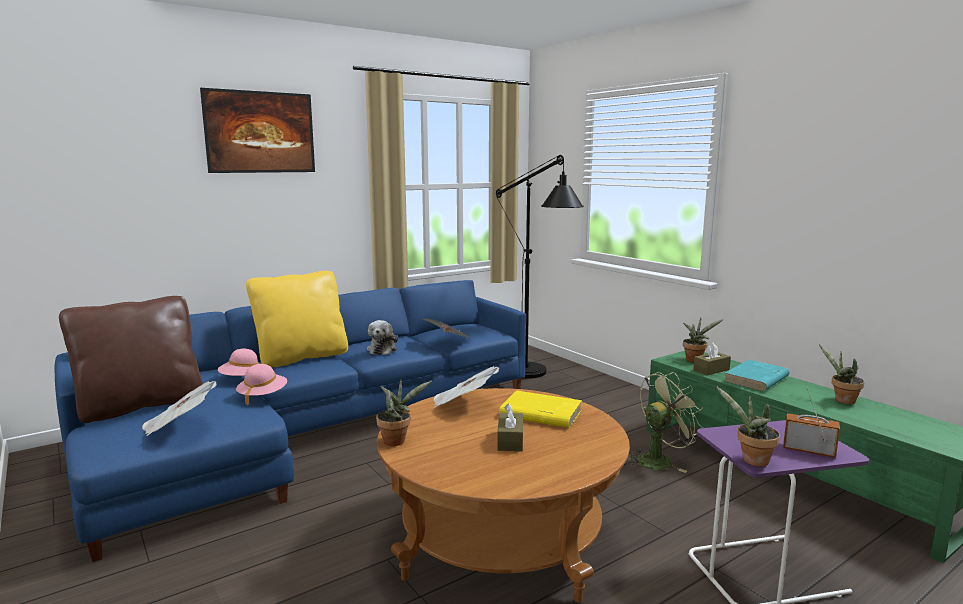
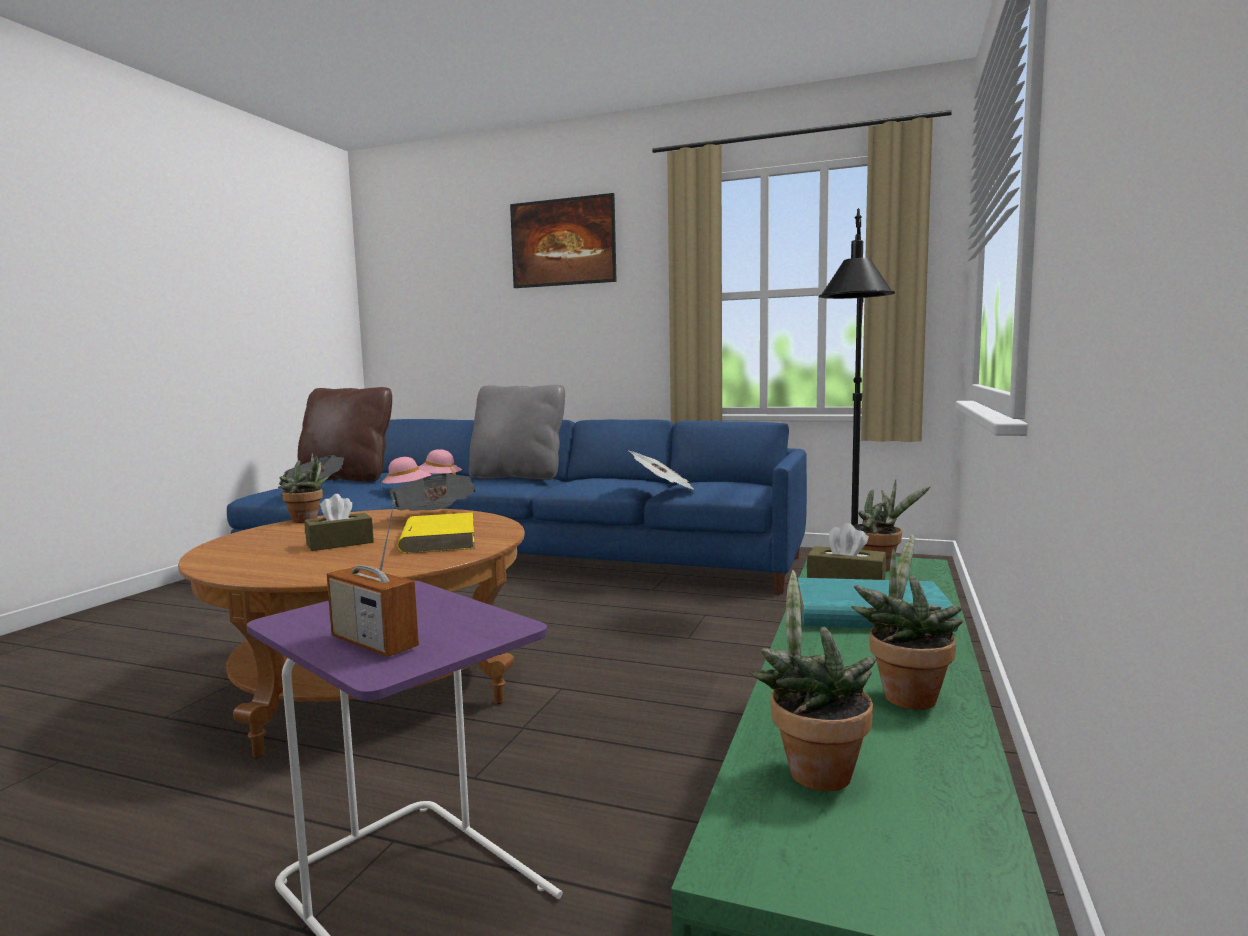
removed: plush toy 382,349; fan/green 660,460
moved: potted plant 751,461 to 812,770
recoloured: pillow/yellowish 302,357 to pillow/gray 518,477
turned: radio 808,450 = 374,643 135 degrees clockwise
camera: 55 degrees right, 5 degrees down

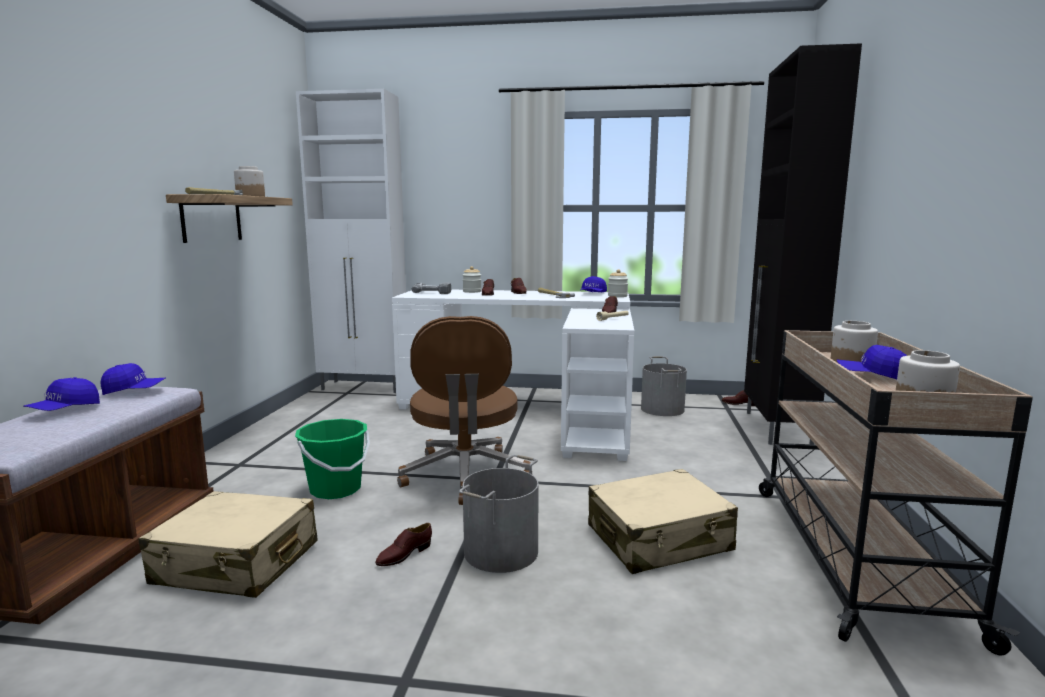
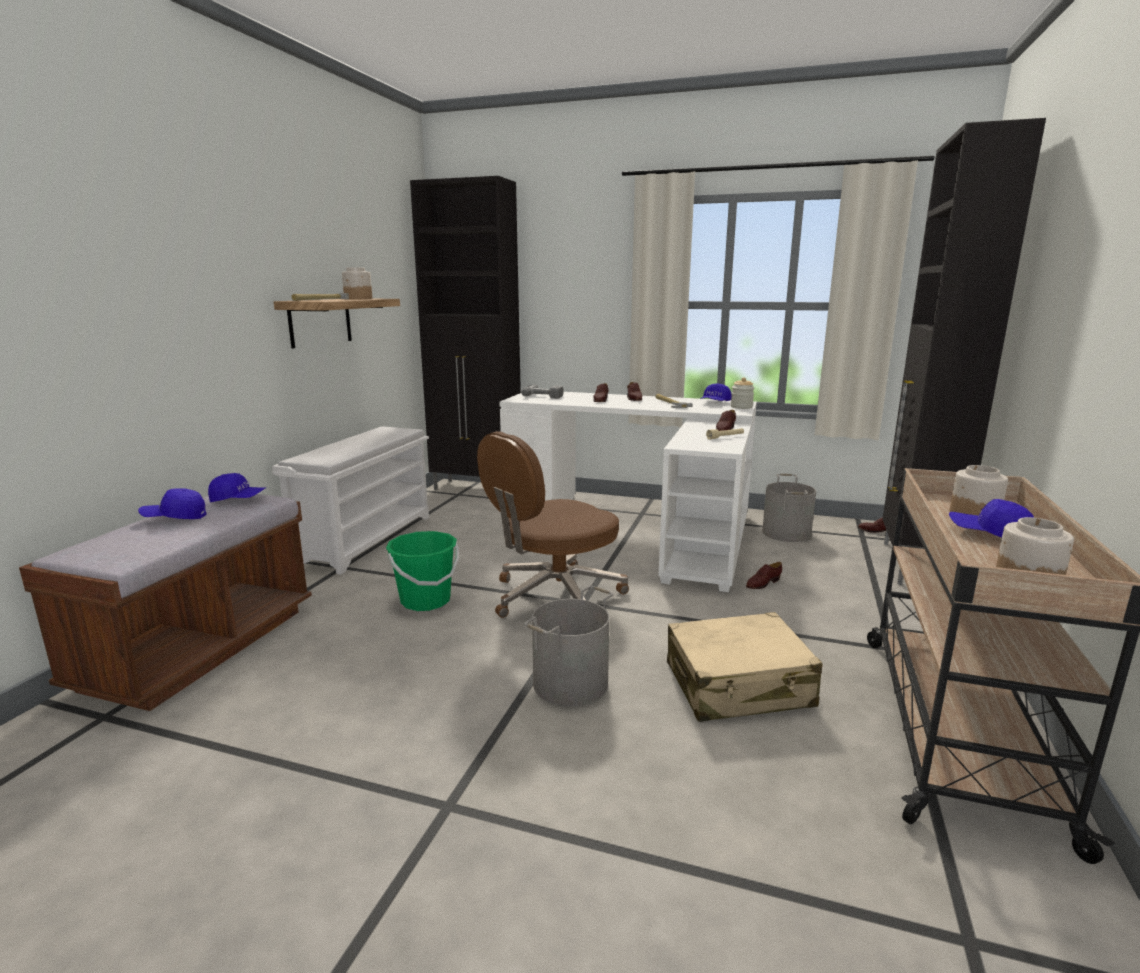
removed: travel case/beige 236,563; jar 472,291
added: shoe shelf/whitish 366,539
moved: item of footwear/brown-coloured 404,555 to 762,583
recoloured: cupboard/whitish 365,387 to cupboard/black 477,489
turned: peaked cap/blue 65,410 = 175,517 45 degrees clockwise; office chair/brown-coloured 465,476 = 554,596 45 degrees clockwise
camera: 10 degrees right, 5 degrees up

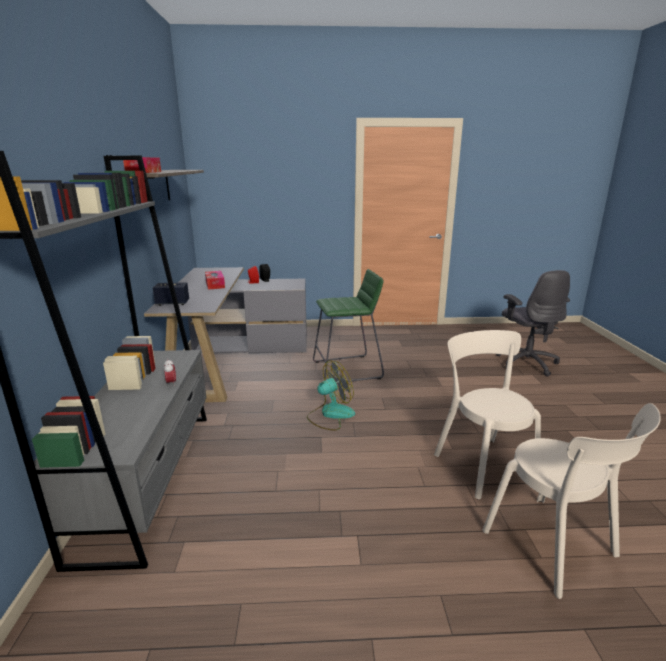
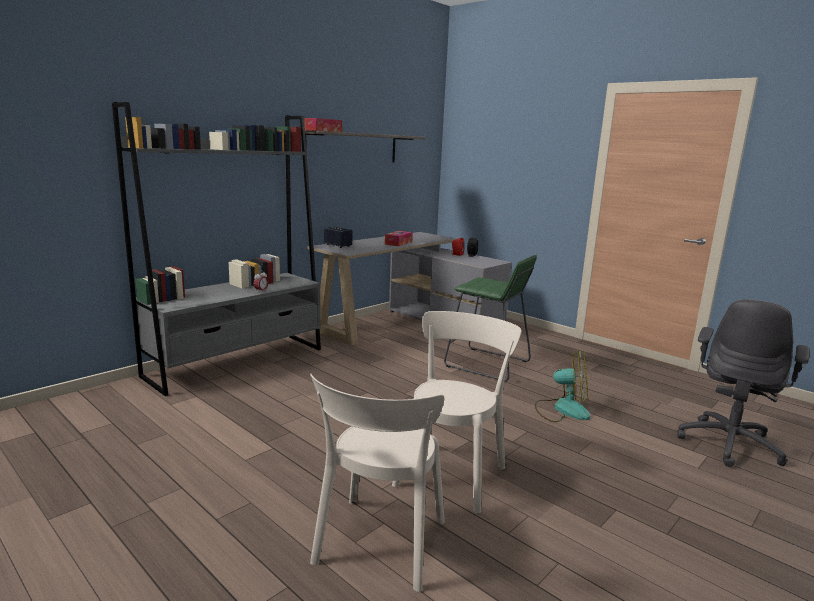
moved: fan 330,414 to 562,409
camera: 45 degrees right, 5 degrees down

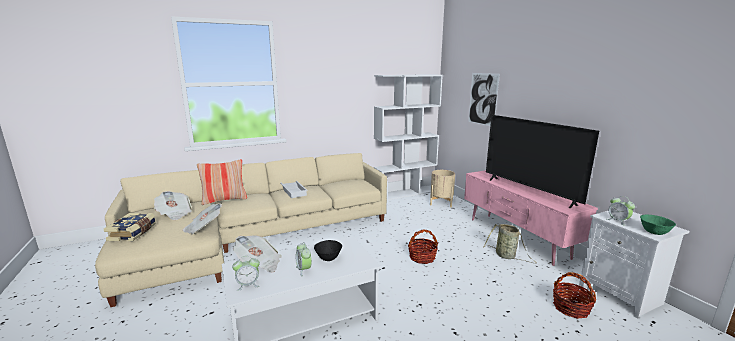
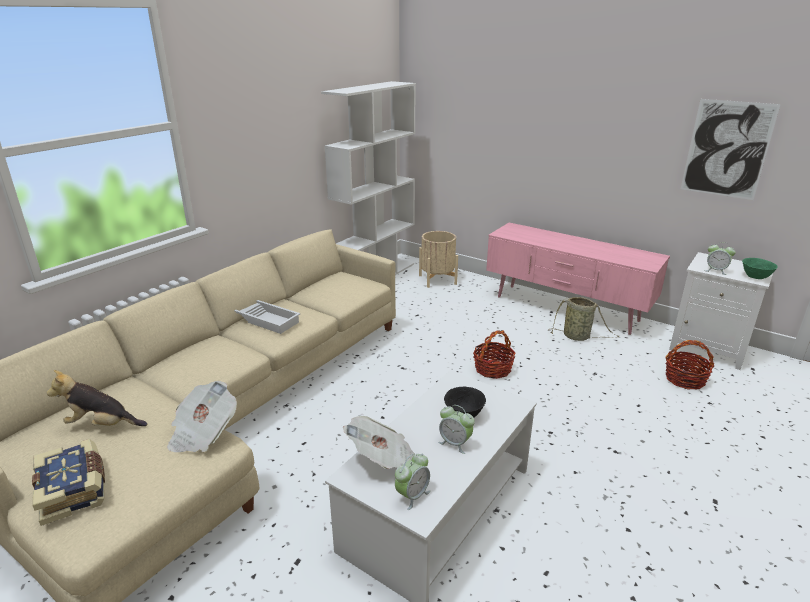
removed: pillow 224,200; TV set 529,191
moved: wall picture 483,99 to 727,149
replaced: printed paper 174,214 to plush toy 102,425
camera: 30 degrees left, 10 degrees up

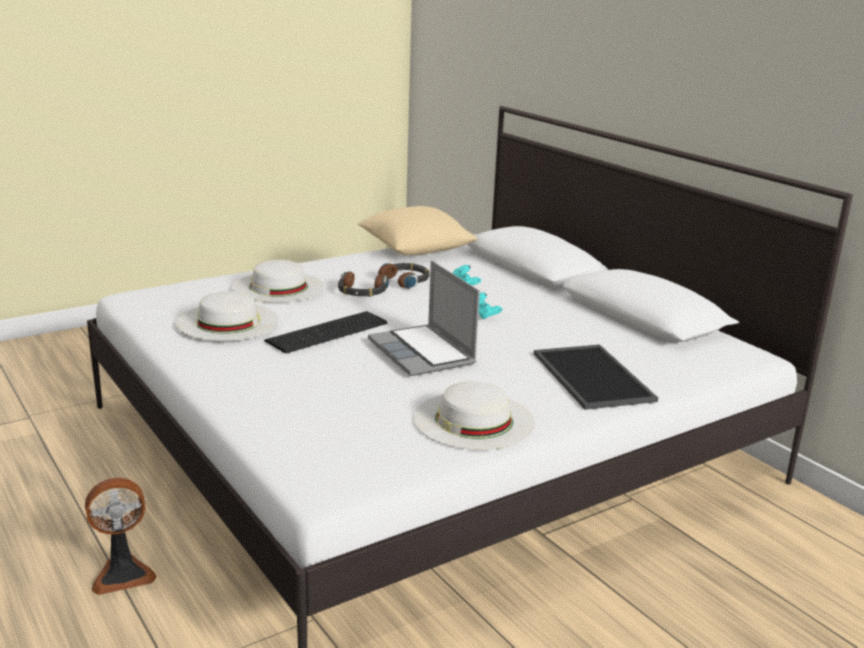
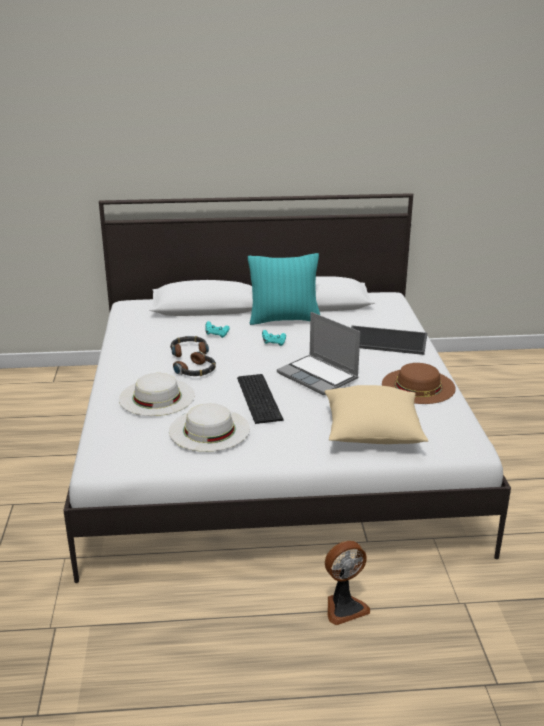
added: pillow/turquoise 284,319
moved: pillow/beige 415,250 to 372,433
recoloured: wearable hat/whitish 473,420 to wearable hat/brown-coloured 418,386
turned: fan 123,574 = 344,607 60 degrees clockwise; laptop 423,353 = 319,376 45 degrees clockwise
camera: 60 degrees left, 5 degrees up

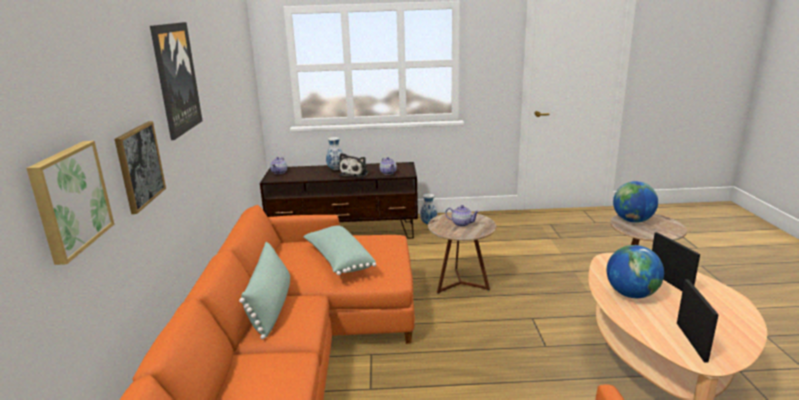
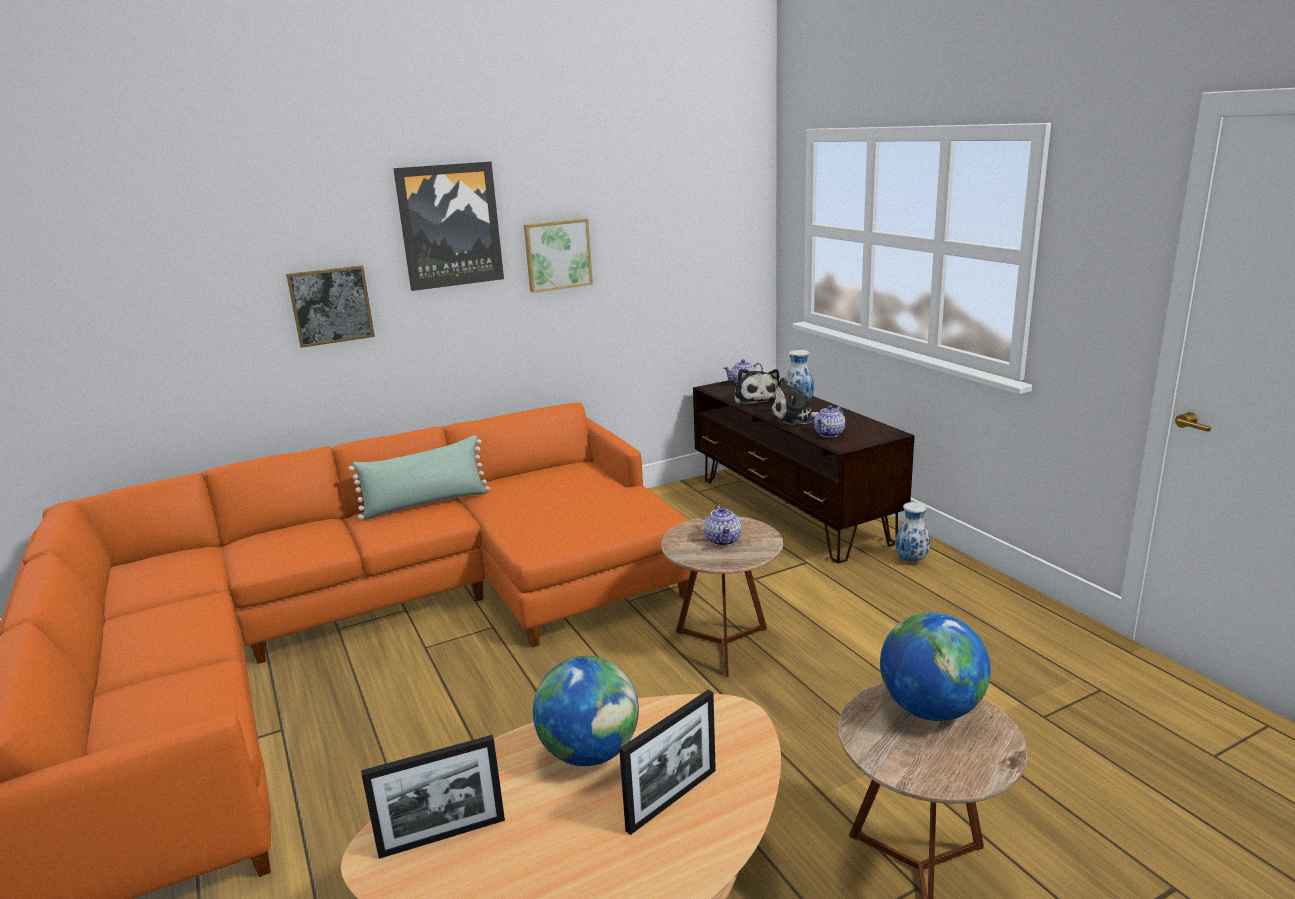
removed: pillow/green 338,260
added: plush toy 755,398
moved: wall picture 69,199 to 557,254
camera: 65 degrees right, 0 degrees up

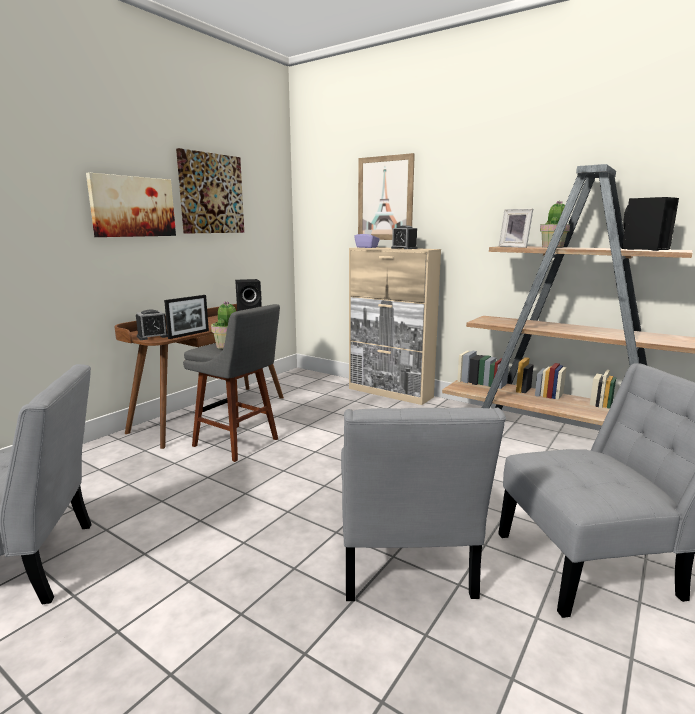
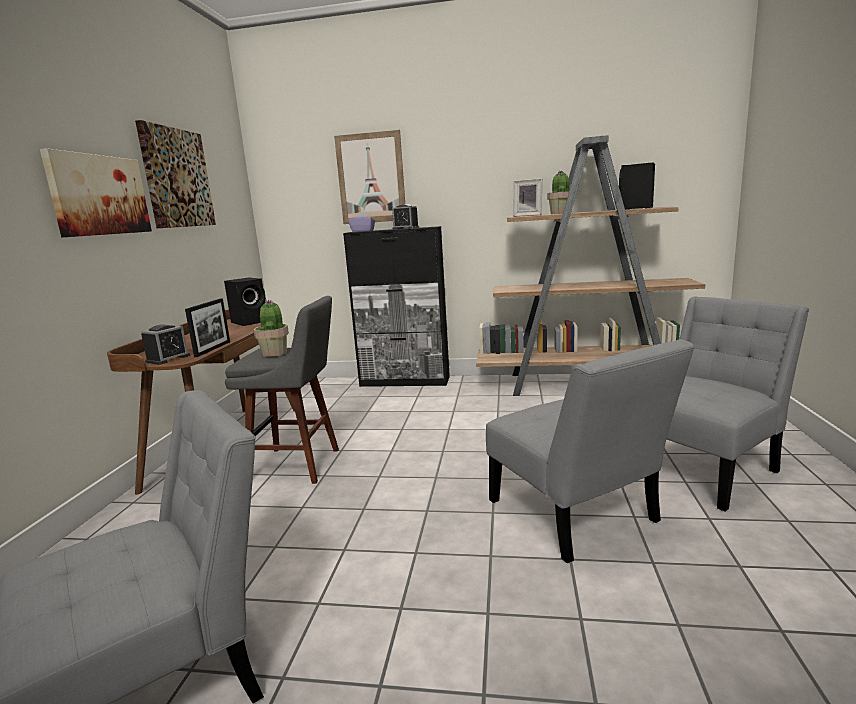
recoloured: cupboard/beige 390,393 to cupboard/black 405,381
camera: 25 degrees left, 0 degrees up

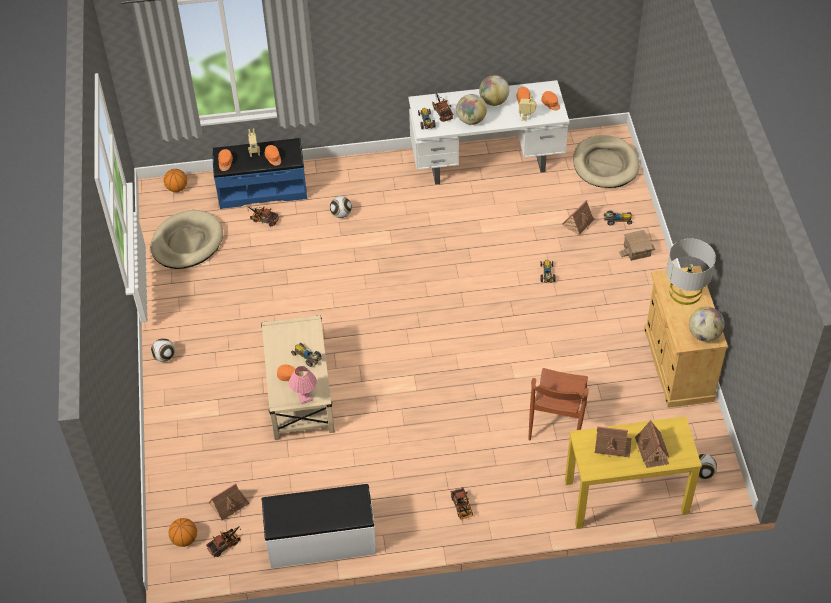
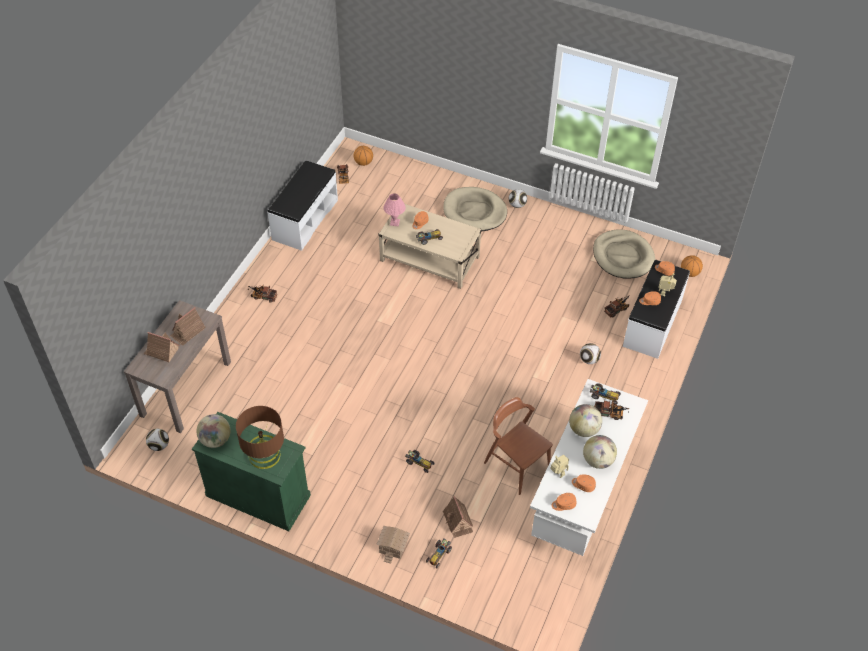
removed: miniature house 229,505
moved: upright chair/brown-coloured 557,422 to 516,465; pet bed/beige 605,164 to 474,212
recoloured: indoor bench/blue 262,189 to indoor bench/whitish 653,323; narrow table/yellowish 626,497 to narrow table/brown-coloured 186,388; cupboard/beige 677,364 to cupboard/green 258,495; lamp for a table/gray 685,292 to lamp for a table/brown-coloured 264,455
camera: 120 degrees right, 0 degrees up

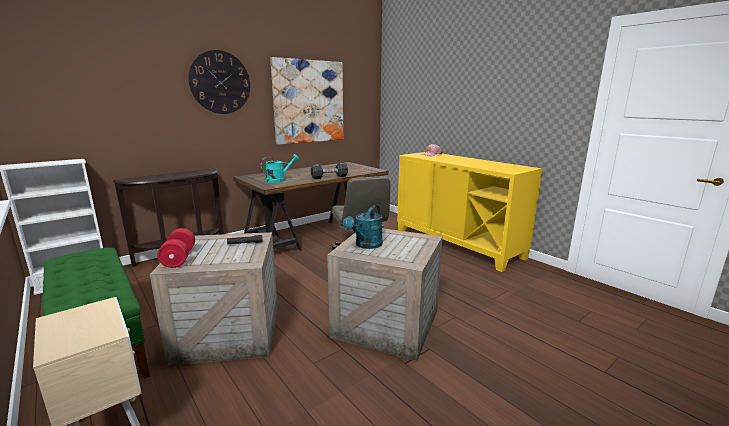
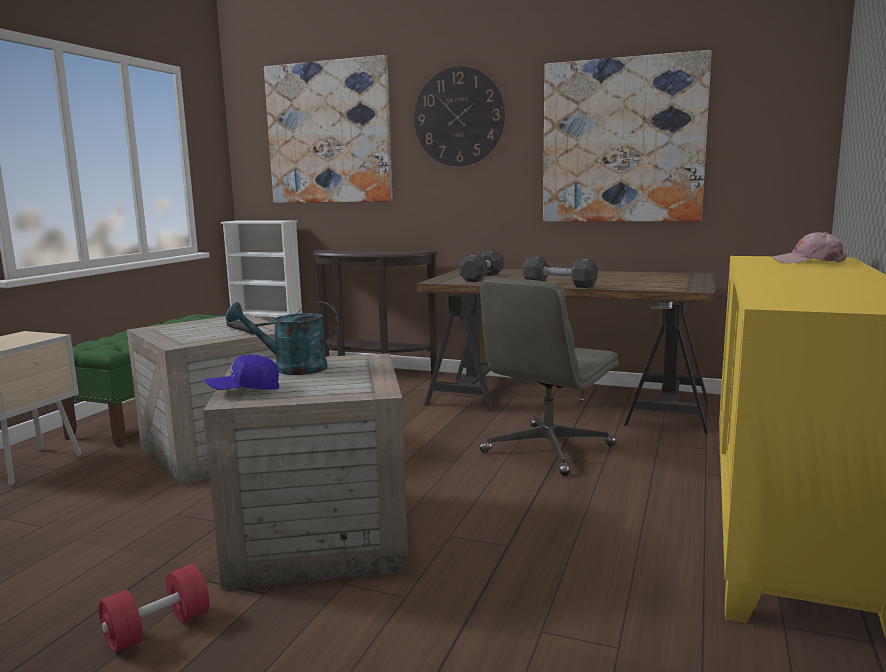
added: peaked cap/blue 244,390; wall picture 329,133
moved: dumbbell/red-coloured 179,258 to 157,629
replaced: watering pot/turquoise 279,180 to dumbbell/black 482,278
camera: 60 degrees right, 5 degrees down

